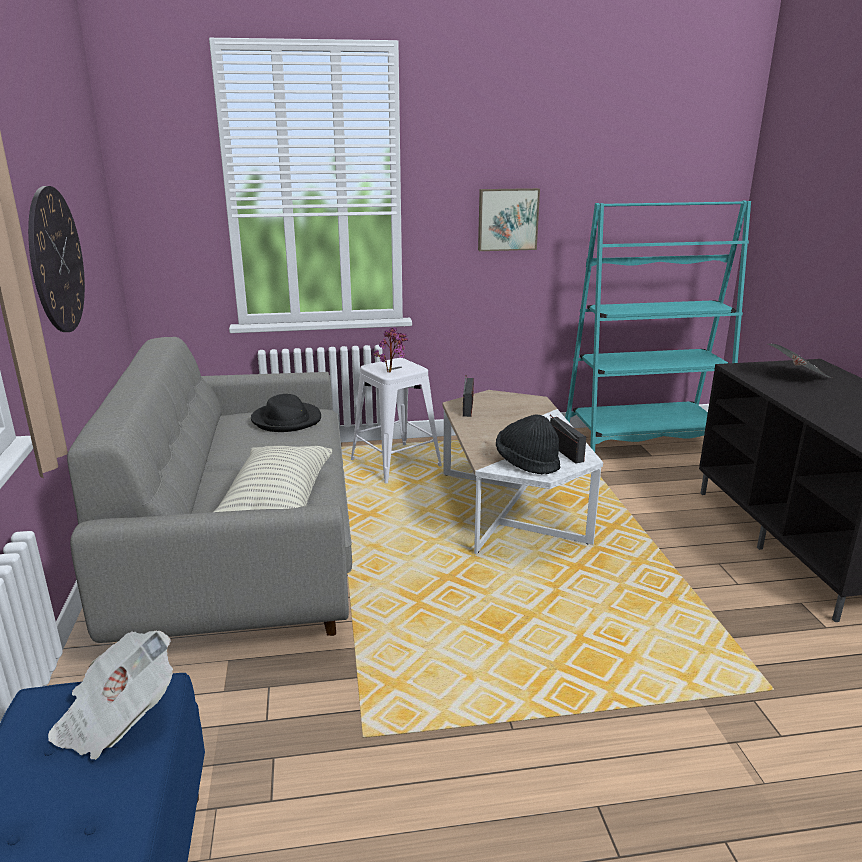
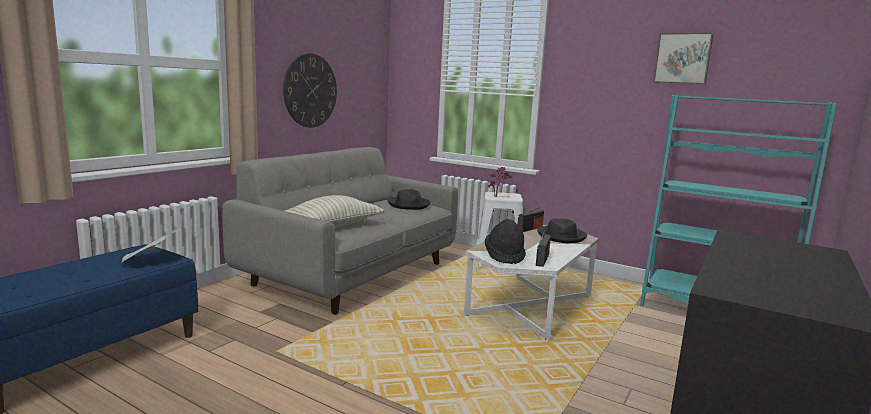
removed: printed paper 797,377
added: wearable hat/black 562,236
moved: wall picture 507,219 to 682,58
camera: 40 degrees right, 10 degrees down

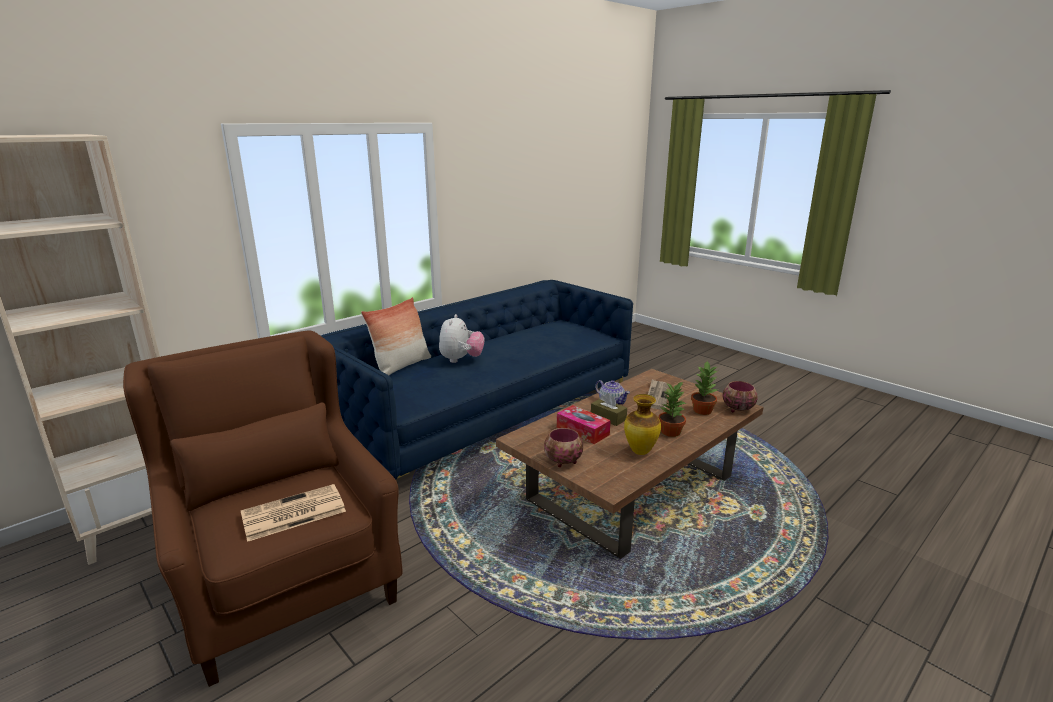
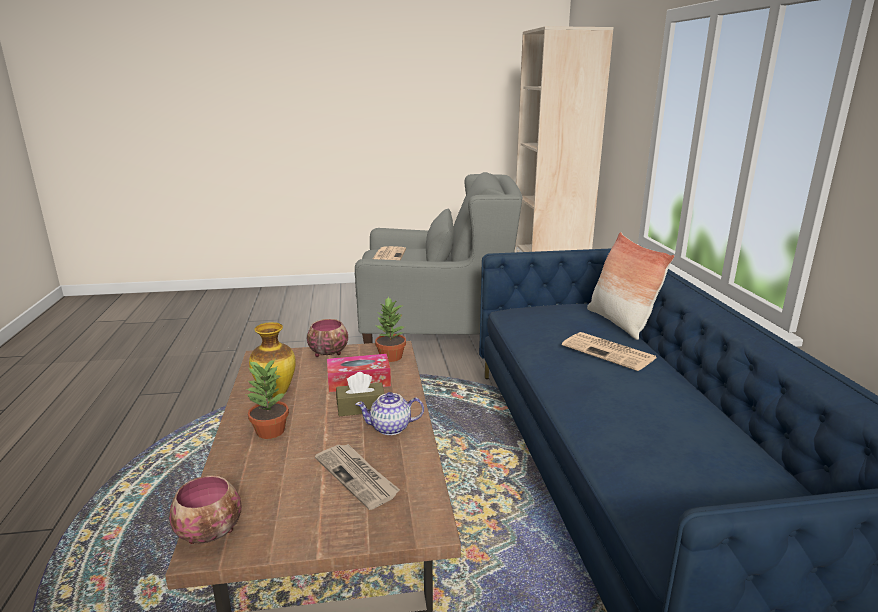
moved: potted plant 703,410 to 390,357
replaced: plush toy 461,360 to printed paper 610,352
recoloured: easy chair/brown-coloured 284,577 to easy chair/gray 436,331
camera: 125 degrees right, 0 degrees up

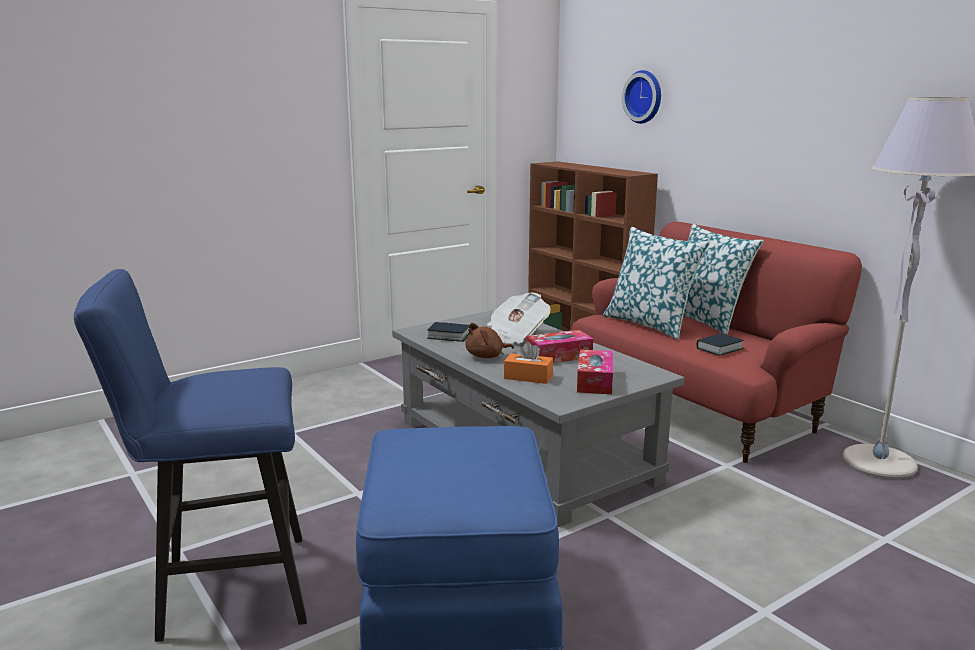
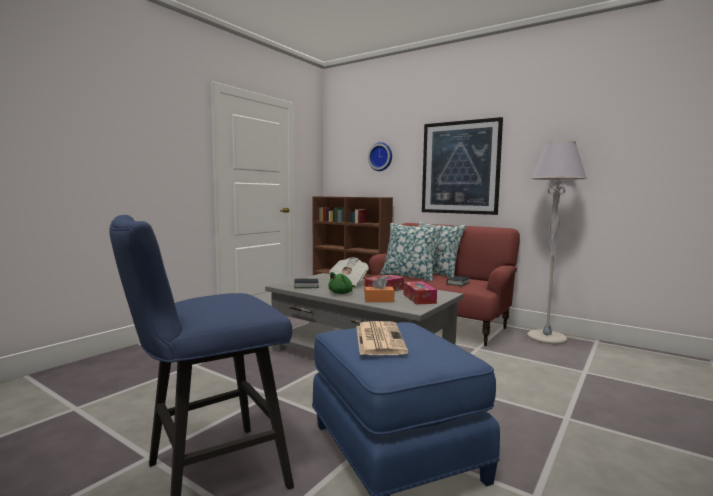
added: printed paper 378,339; wall picture 460,167
recoloured: plush toy/brown-coloured 487,356 to plush toy/green 342,293
camera: 20 degrees left, 10 degrees down

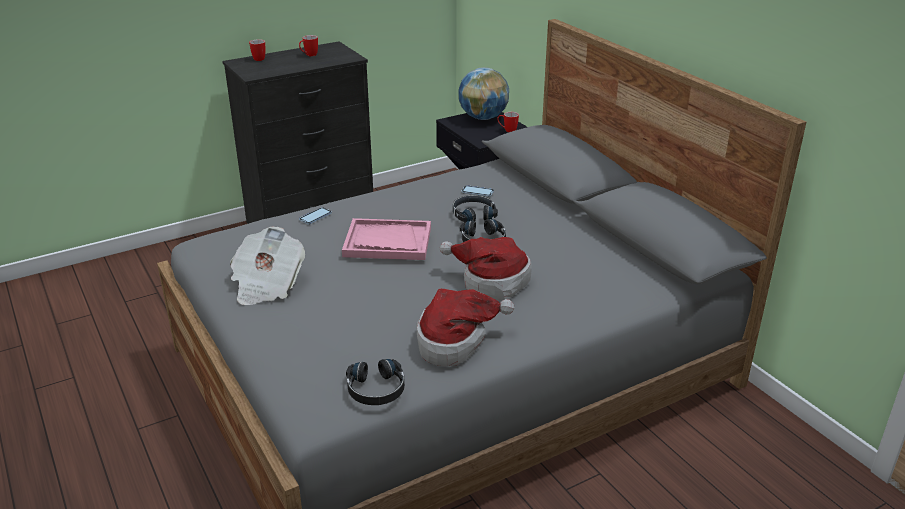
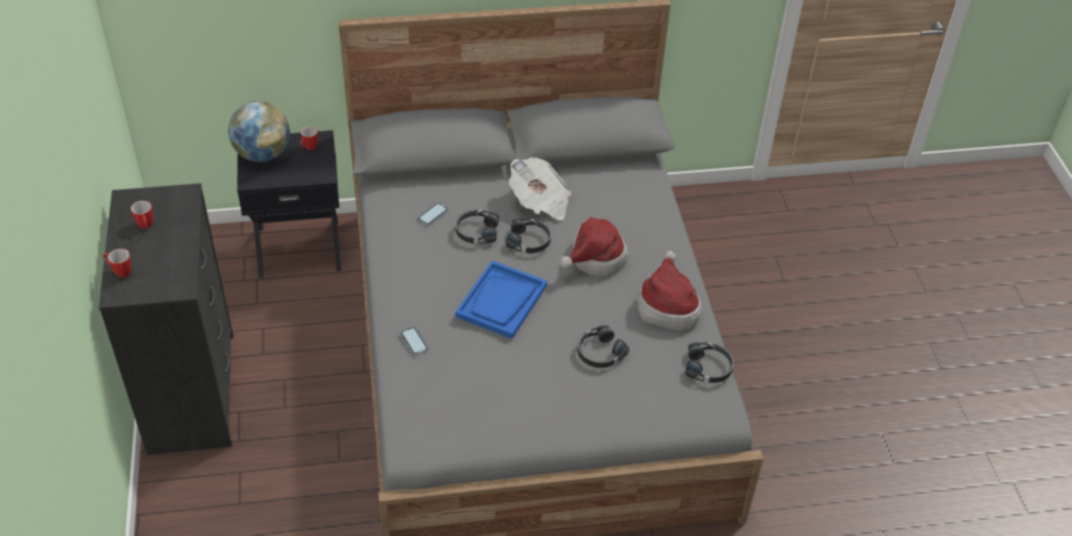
added: headset/black 600,353
moved: printed paper 267,285 to 540,202
recoloured: tray/pink 387,242 to tray/blue 501,301
camera: 70 degrees left, 15 degrees up

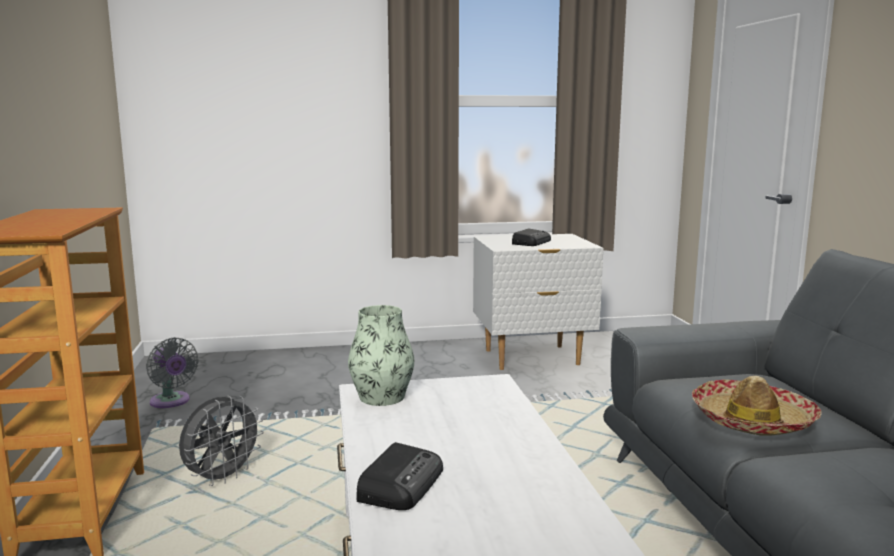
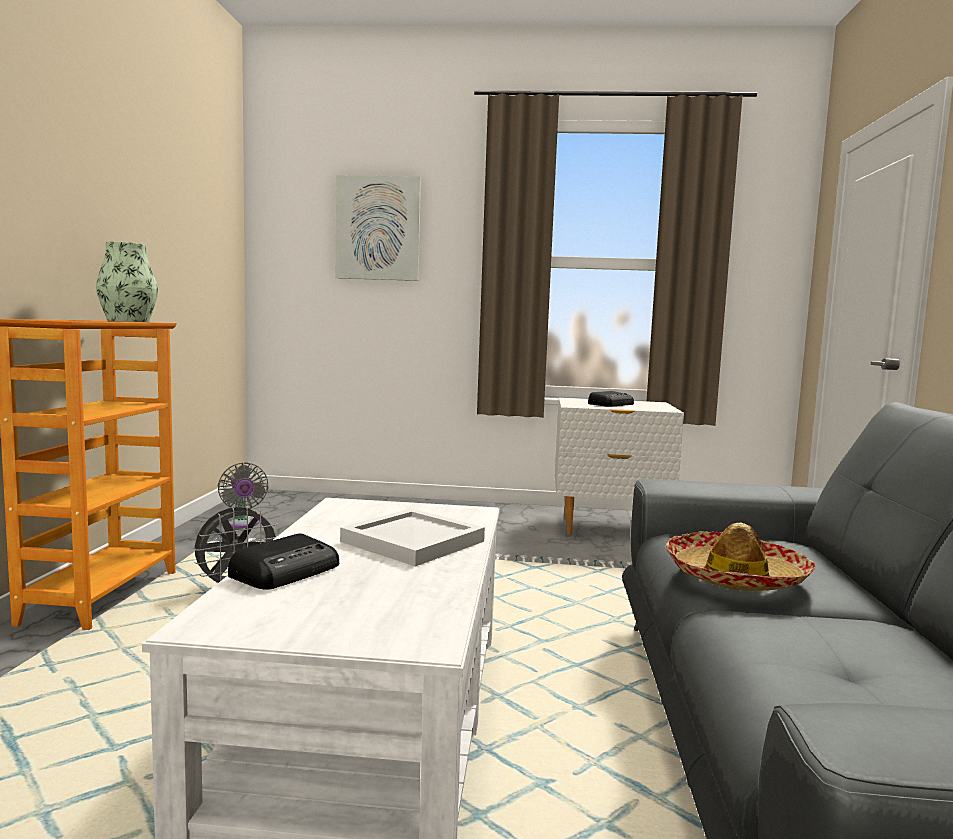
added: wall picture 378,228; tray/whitish 413,541
moved: flower vase 381,397 to 128,321
camera: 15 degrees right, 5 degrees down

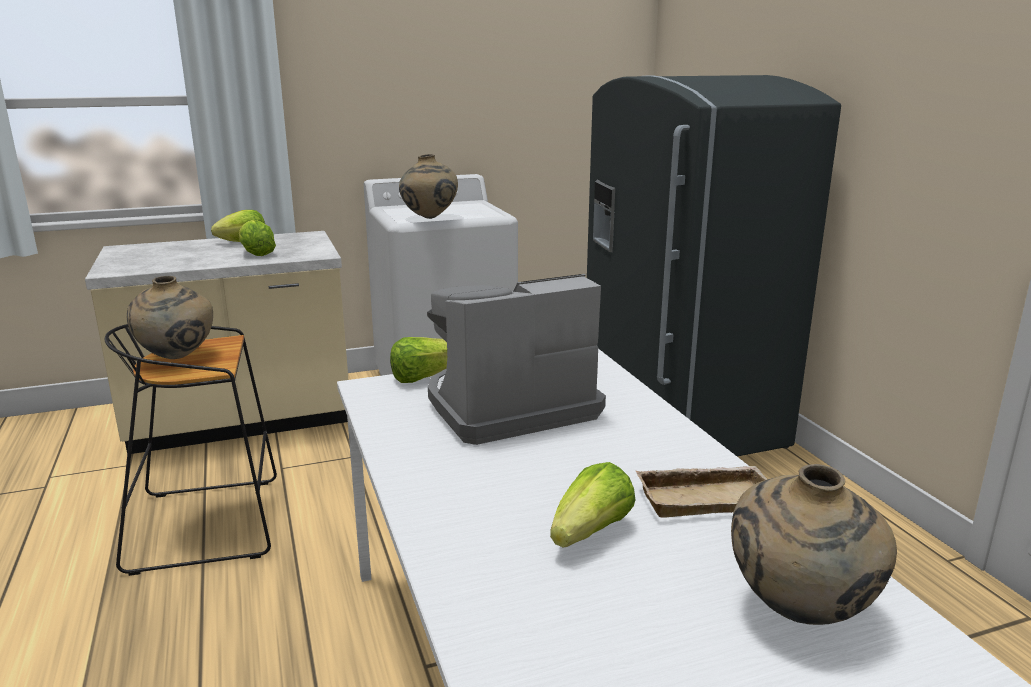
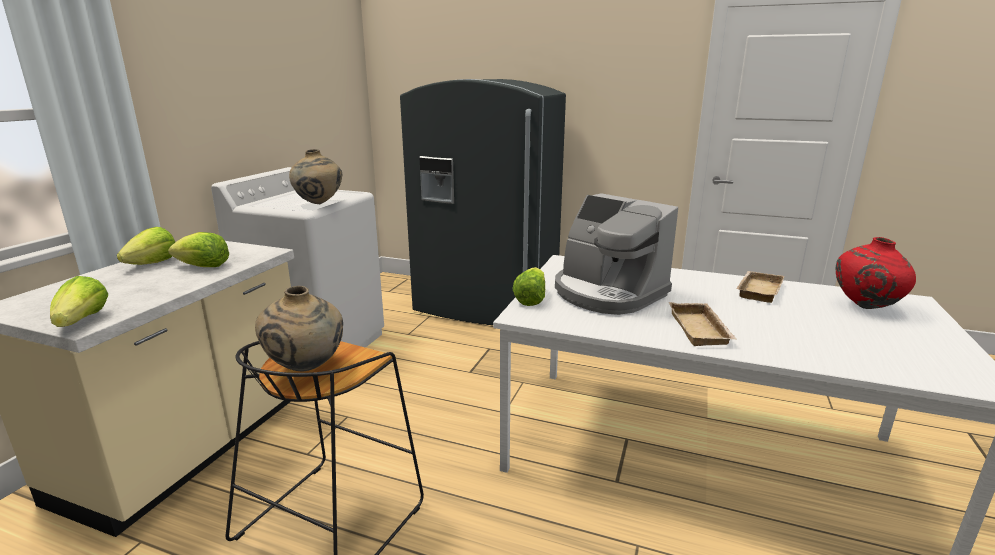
added: tray/beige 701,330
moved: head of lettuce 591,532 to 83,321
recoloured: flower vase/beige 800,612 to flower vase/red-coloured 865,307
turned: coffee machine 508,407 = 607,293 60 degrees counterclockwise
camera: 50 degrees left, 0 degrees up

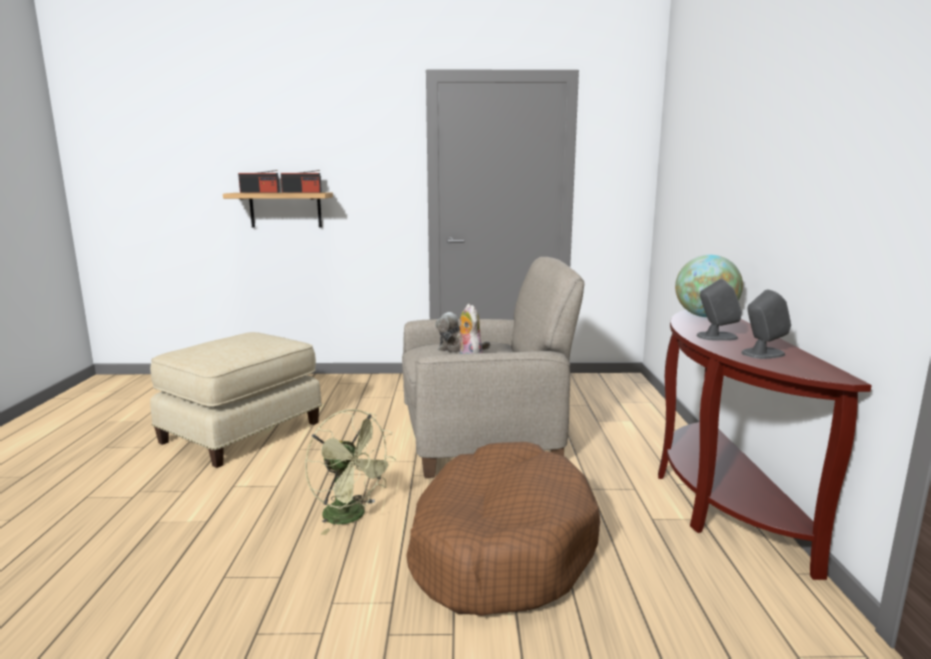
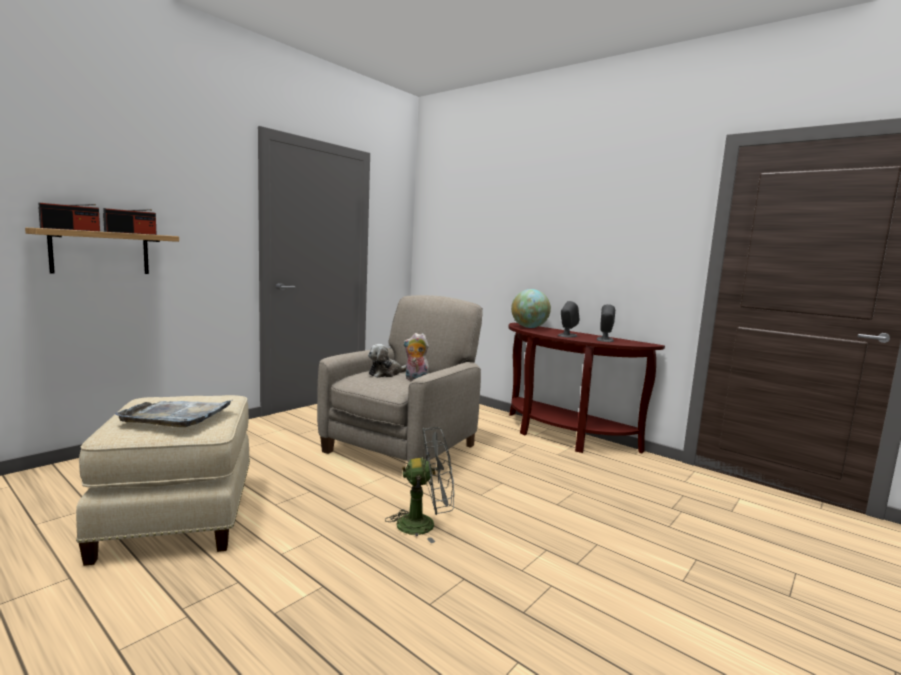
removed: pet bed/brown-coloured 500,546
added: tray/gray 177,415
recoloured: fan/green 351,516 to fan/gray 424,524
camera: 50 degrees left, 5 degrees down

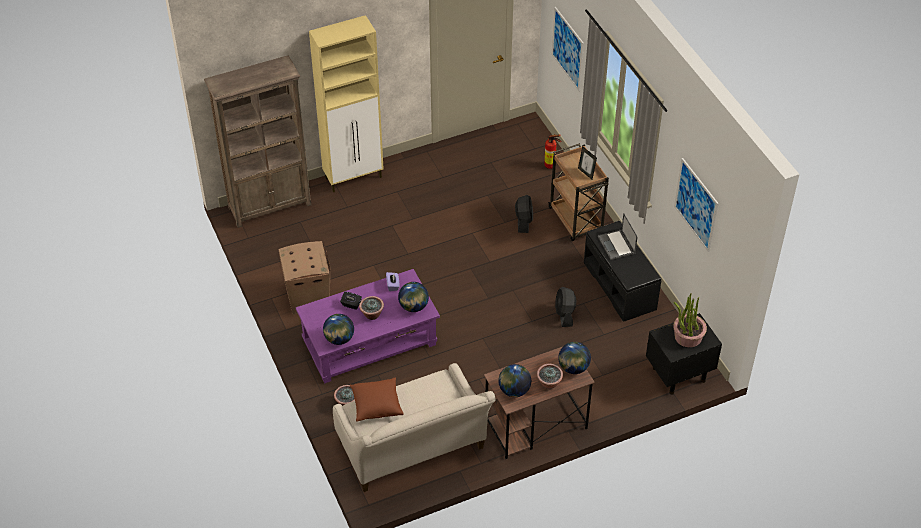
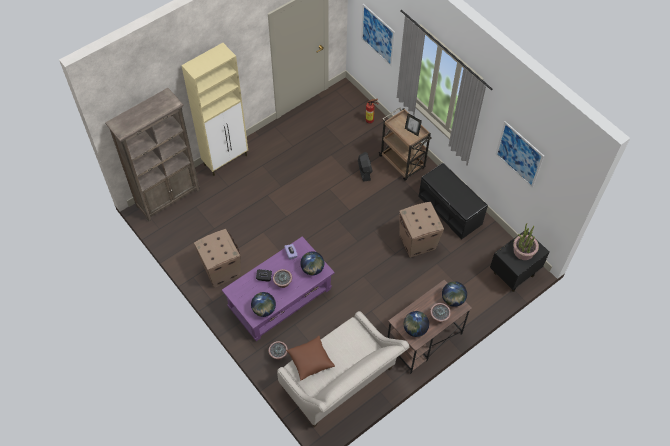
removed: laptop 616,245
replaced: fan/black 564,314 to packing box 417,242
camera: 15 degrees left, 10 degrees up

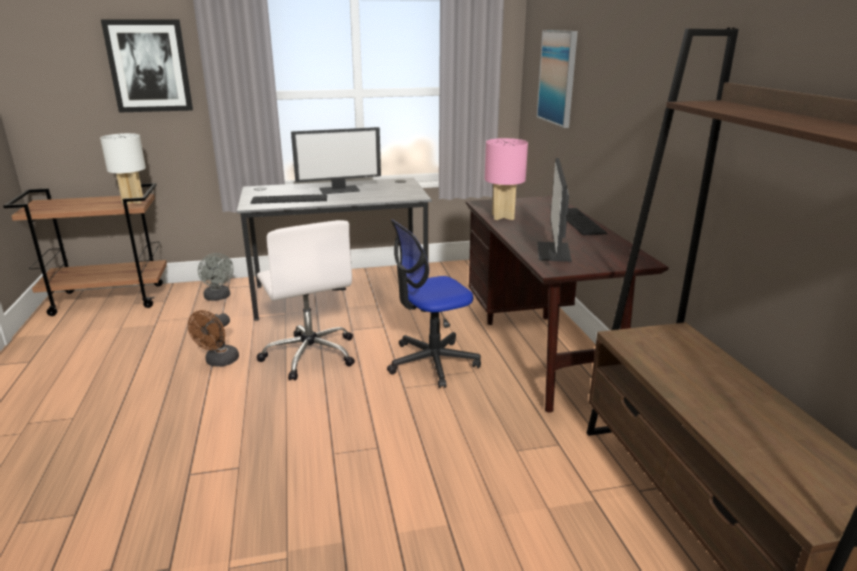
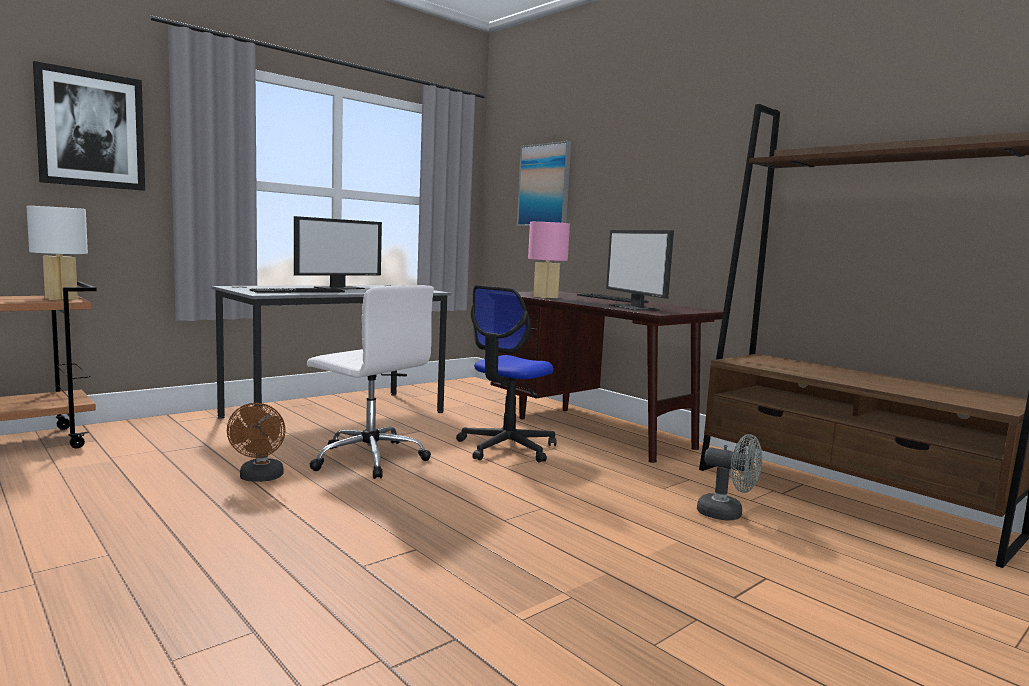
moved: fan/gray 218,297 to 727,514
camera: 30 degrees left, 15 degrees down

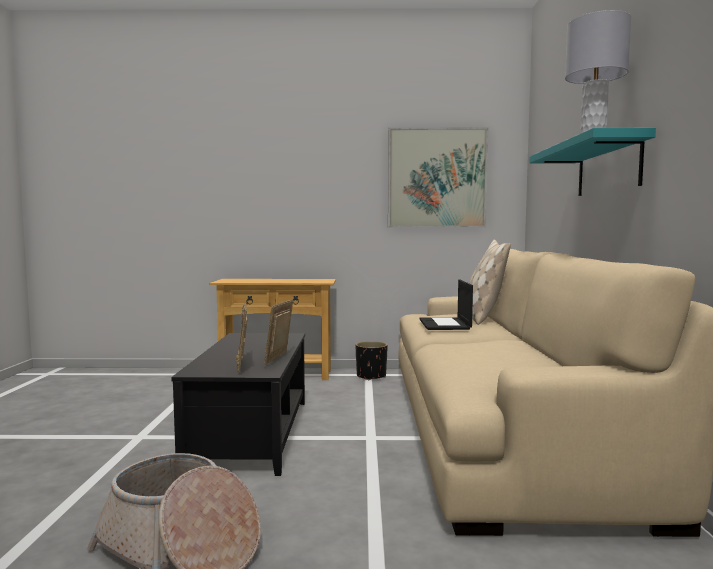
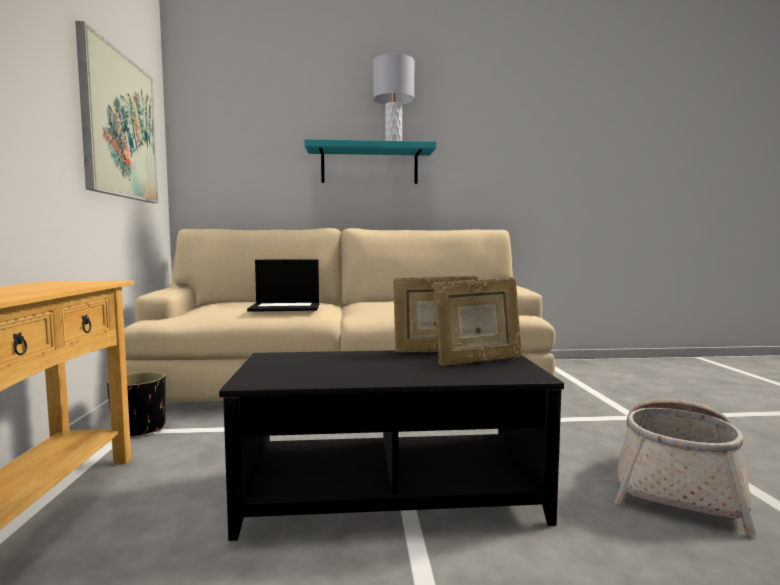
removed: pillow/beige 483,318
camera: 95 degrees left, 0 degrees up

